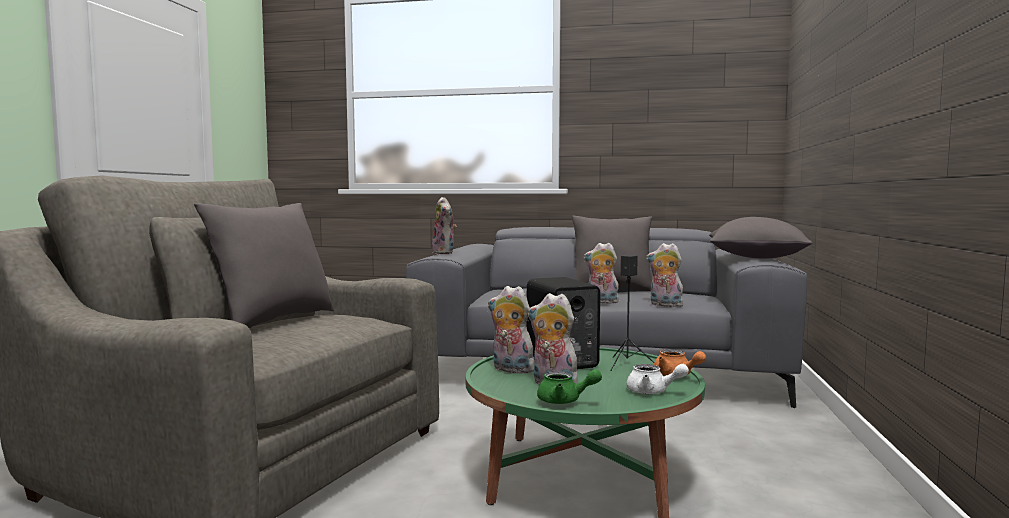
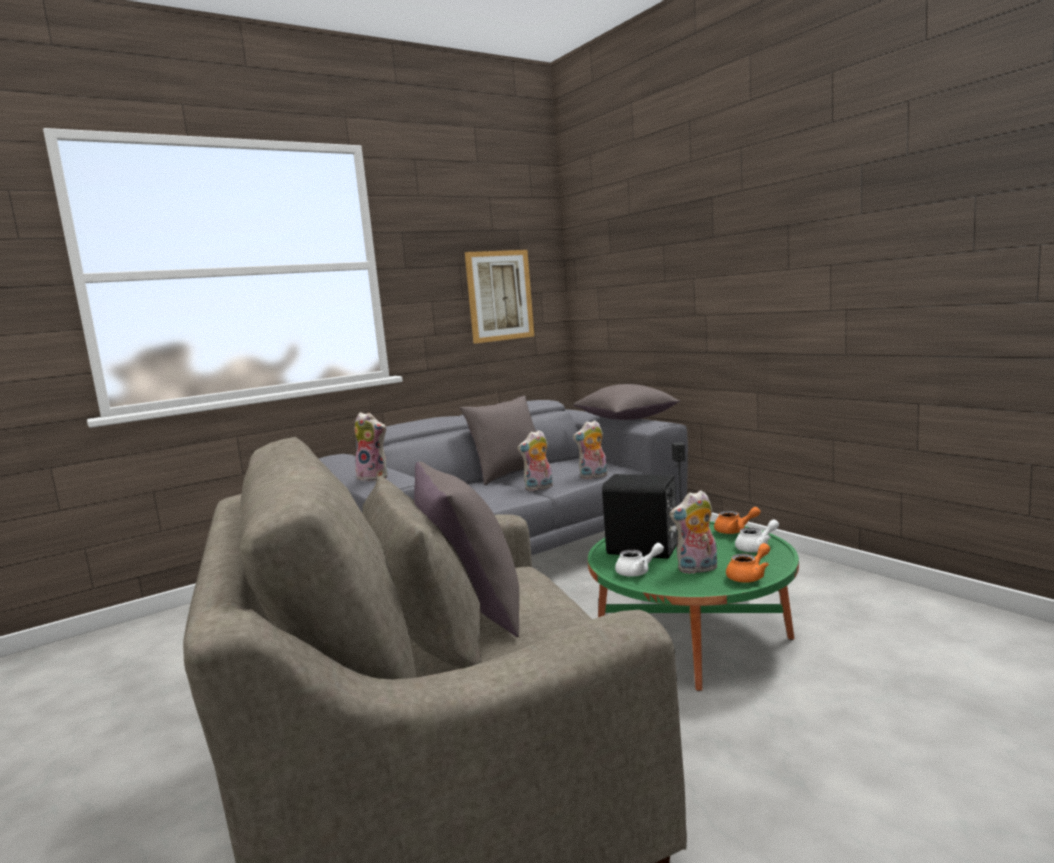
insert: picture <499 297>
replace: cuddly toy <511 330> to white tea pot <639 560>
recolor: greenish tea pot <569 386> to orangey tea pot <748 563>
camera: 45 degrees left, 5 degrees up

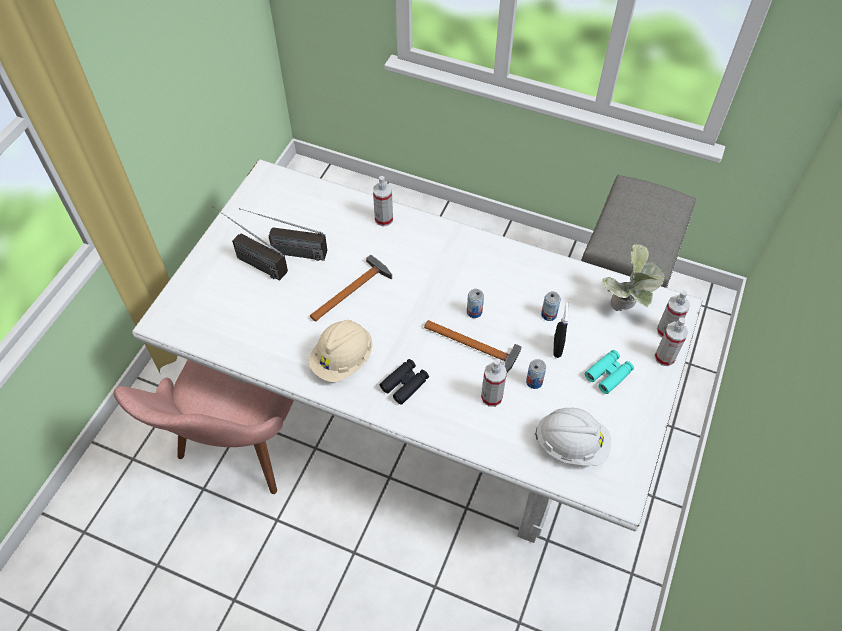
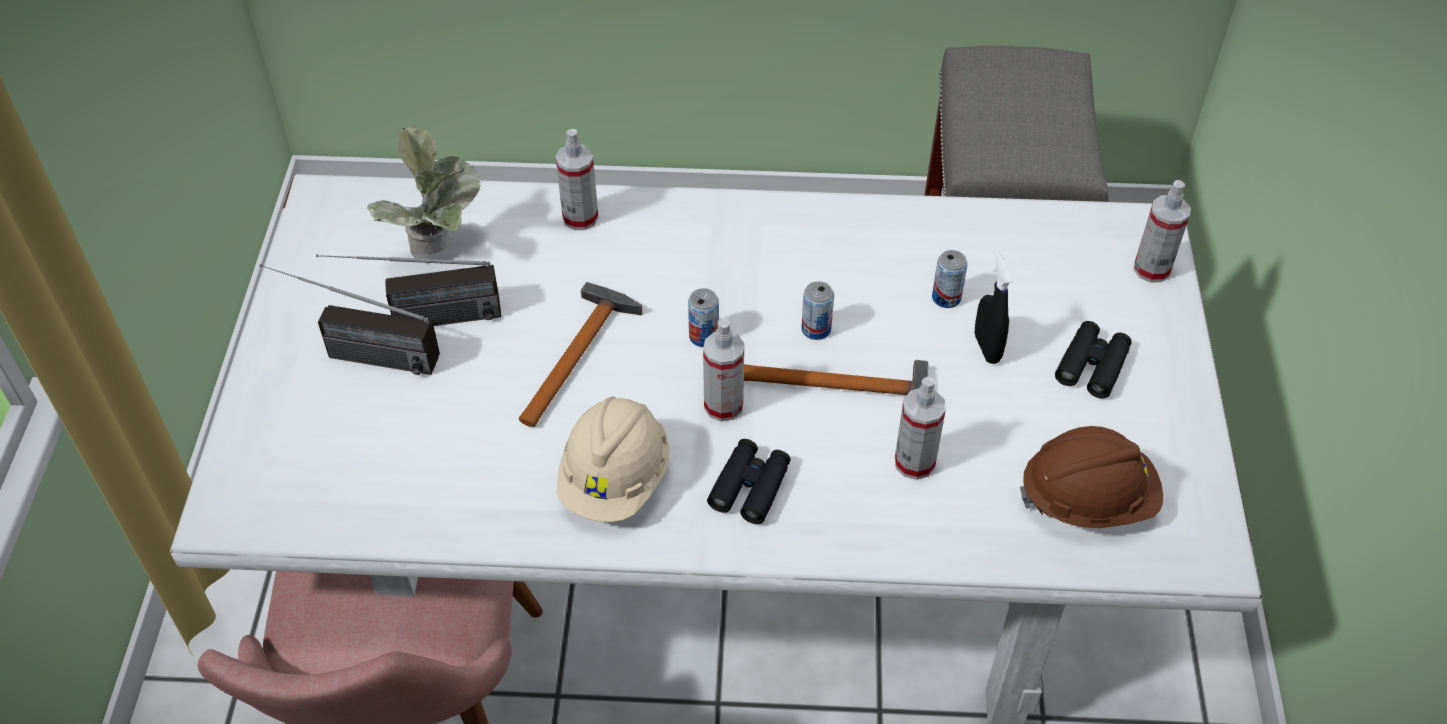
move: potted plant <633 277> to <424 192>; hand sprayer <671 342> to <723 369>; metal can <536 374> to <703 317>
recolor: turquoise field glasses <609 372> to blackish field glasses <1093 360>; white safety helmet <573 437> to brownish safety helmet <1091 477>
camera: 20 degrees left, 5 degrees down

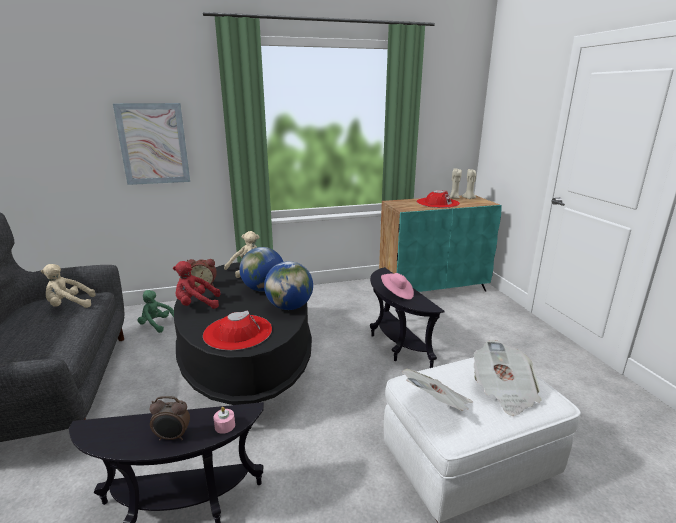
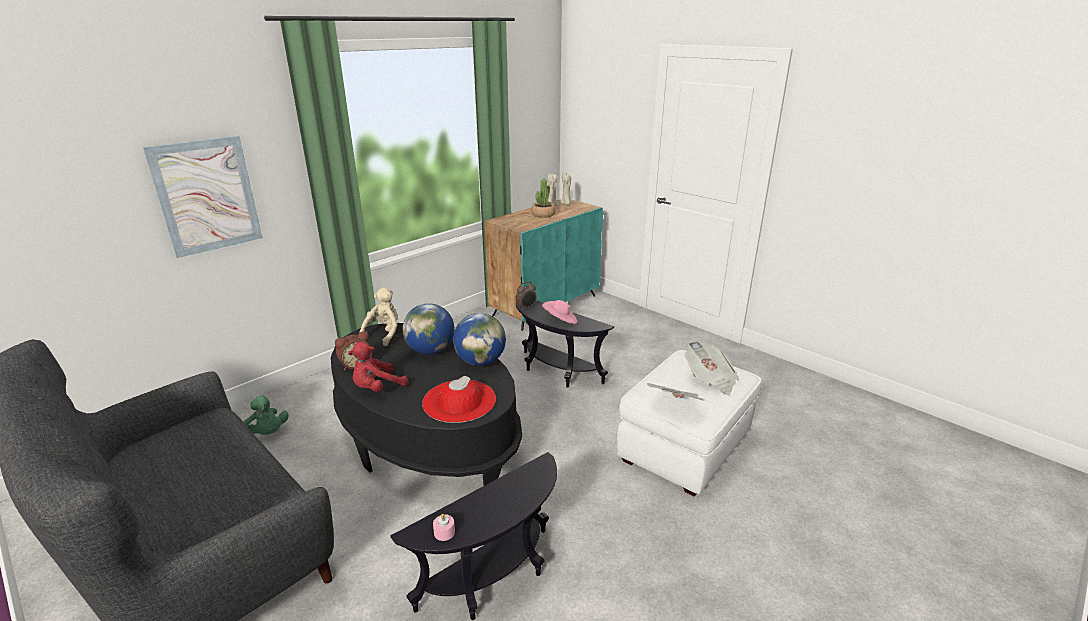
delete: sand-coloured cuddly toy <68 286>
move: bedside clock <170 418> to <526 295>; pink-coloured wax light <224 420> to <444 527>
replace: red hat <438 199> to potted plant <543 198>
rotate: greenish cuddly toy <156 311> = <266 415> 135 degrees counterclockwise
camera: 30 degrees left, 5 degrees up

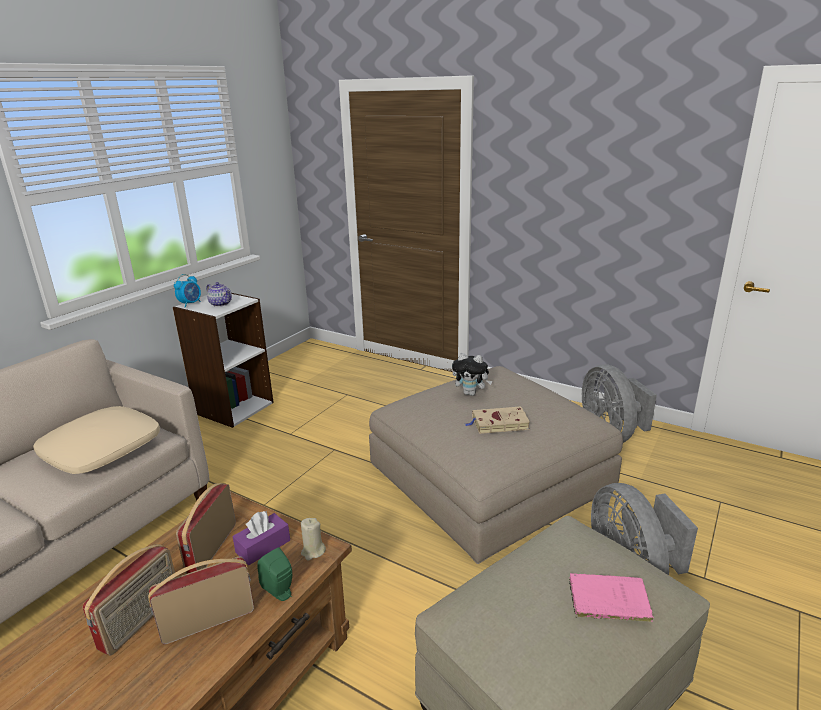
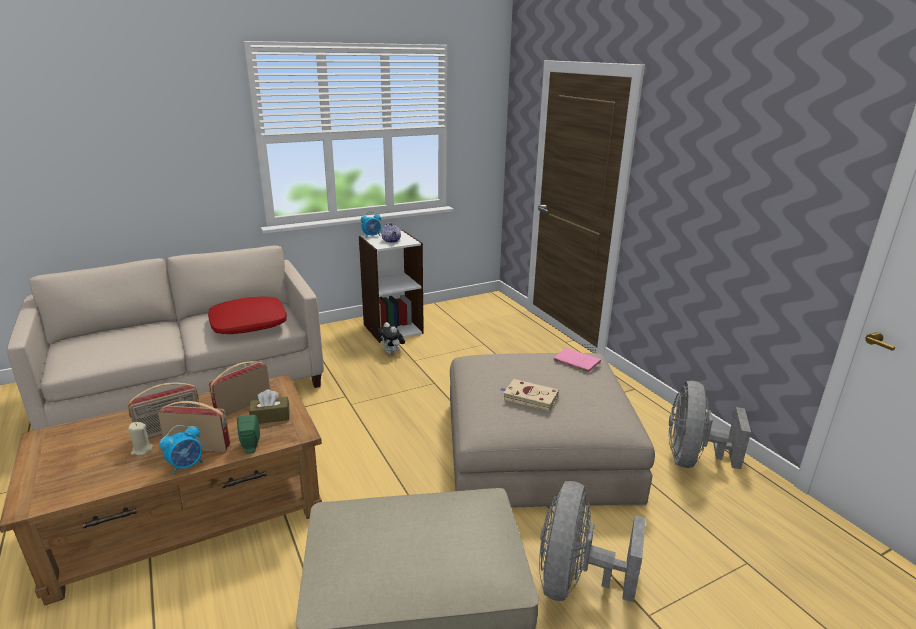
insert: bedside clock <181 450>
move: cuddly toy <472 374> to <391 338>; sand-coloured wax light <313 539> to <140 439>; pink-coloured book <611 597> to <577 360>
recolor: sand-coloured pillow <96 440> to red pillow <247 315>; purple tissue holder <261 538> to brownish tissue holder <269 406>
camera: 30 degrees right, 0 degrees up

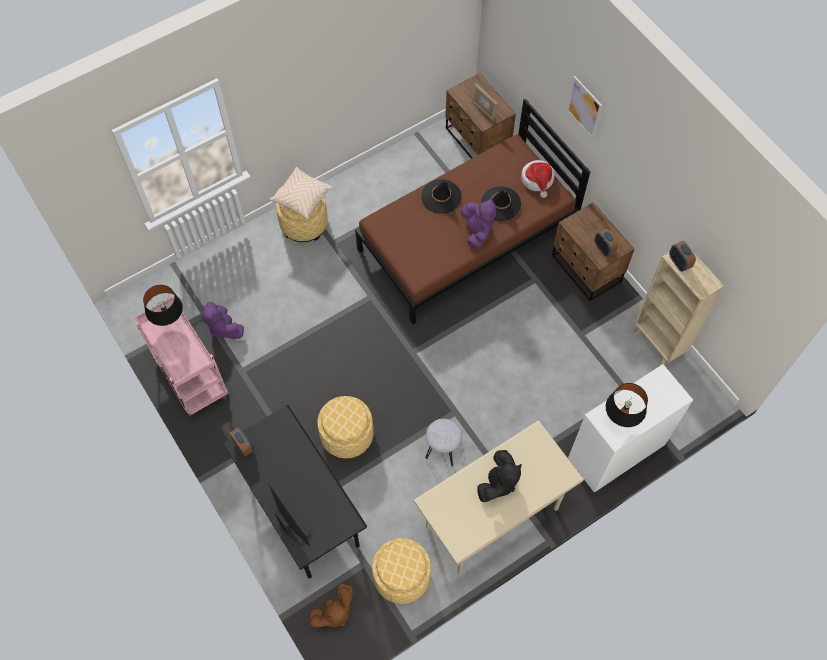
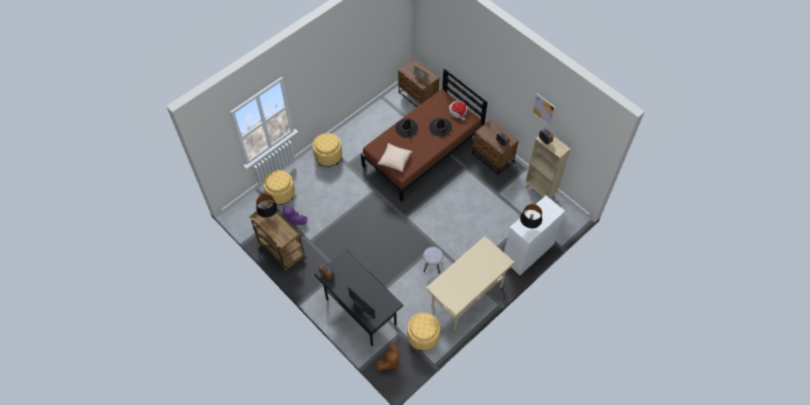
delete: purple cuddly toy <478 223>; blackish cuddly toy <499 476>
move: picture <584 107> to <544 110>; sand-coloured pillow <301 193> to <394 157>; ottoman <345 427> to <279 187>
recolor: pink-coloured trolley <181 356> to brownish trolley <277 236>
camera: 10 degrees left, 5 degrees down

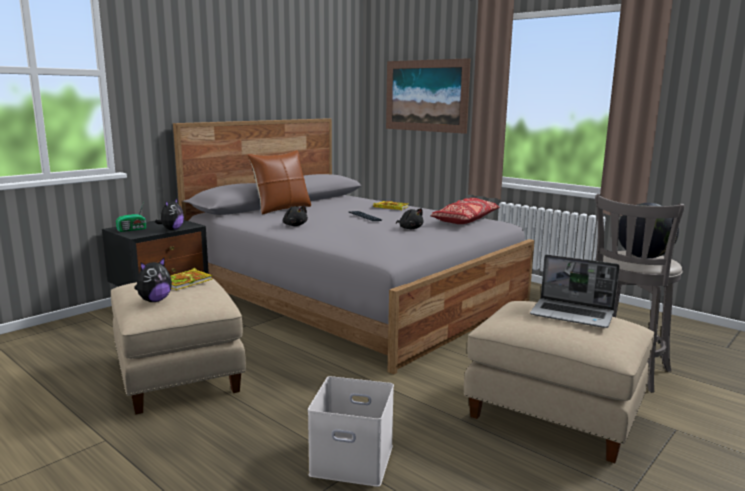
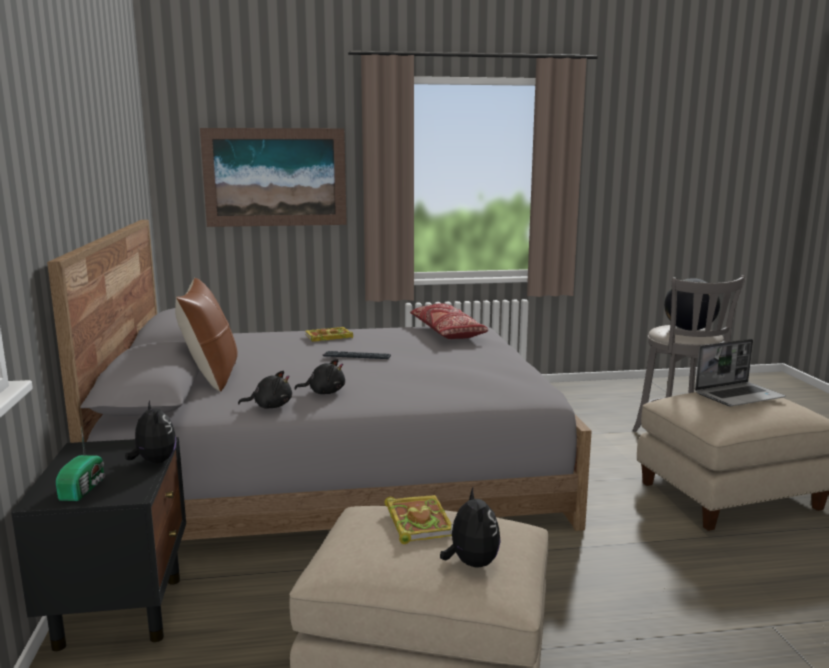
delete: white storage container <351 431>
move: blackish cuddly toy <410 218> to <265 390>
camera: 50 degrees left, 0 degrees up

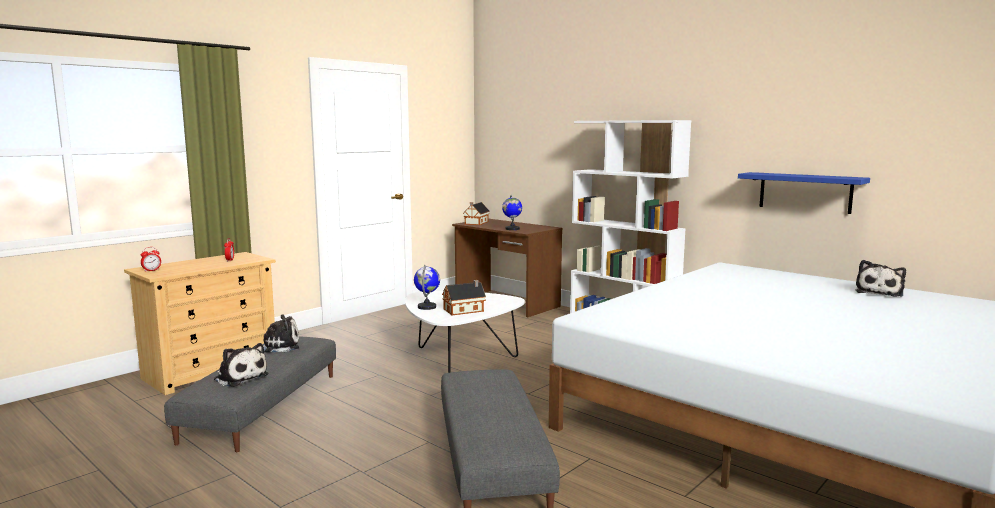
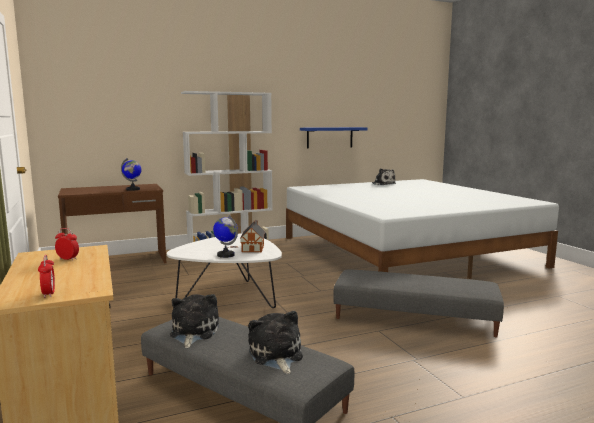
delete: miniature house <476 213>
rotate: cuddly toy <241 365> = <275 342> 75 degrees counterclockwise
camera: 65 degrees left, 0 degrees up

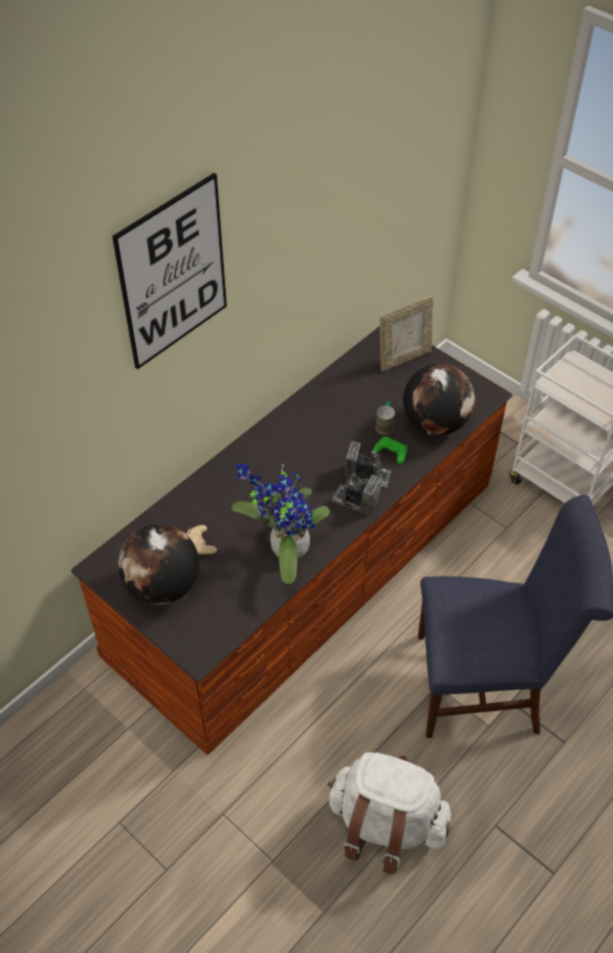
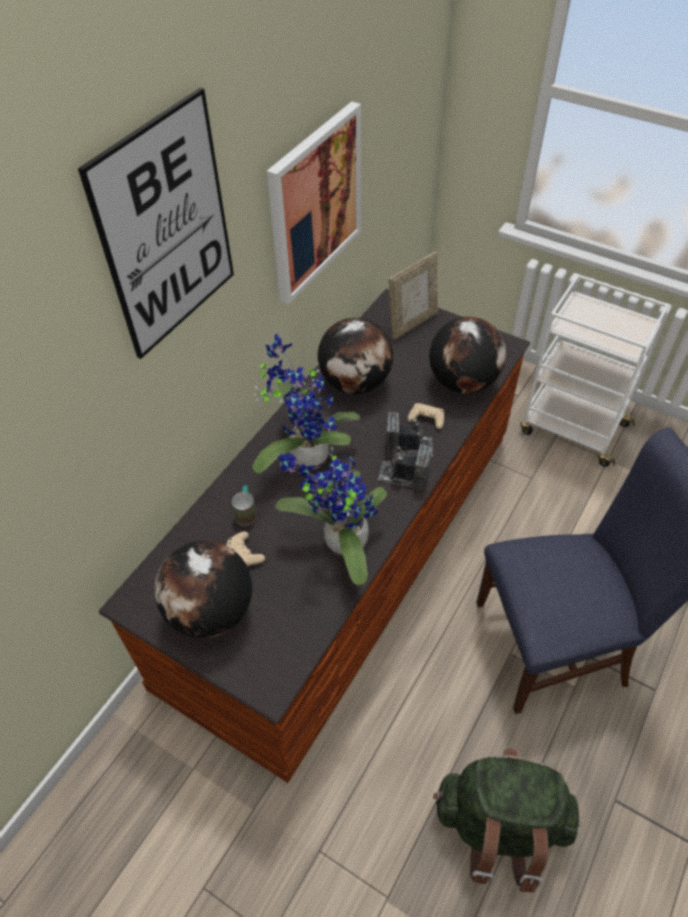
insert: picture <314 202>; world globe <356 356>; potted plant <306 403>
move: coffee mug <385 418> to <244 505>
recolor: greenish joypad <390 450> to sand-coloured joypad <426 416>; white rucksack <389 813> to greenish rucksack <506 820>
camera: 10 degrees left, 0 degrees up

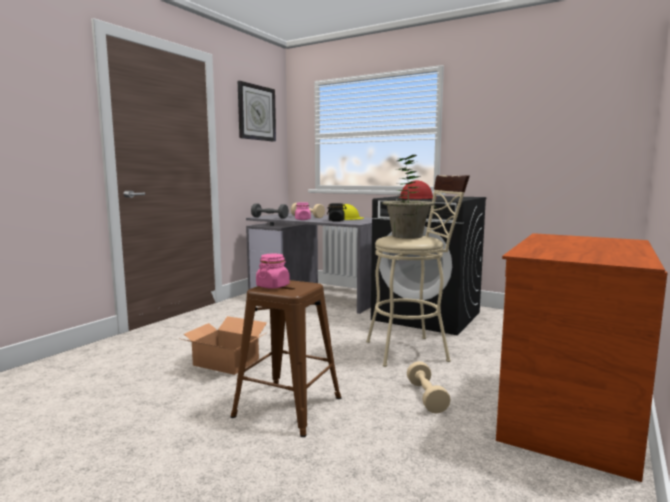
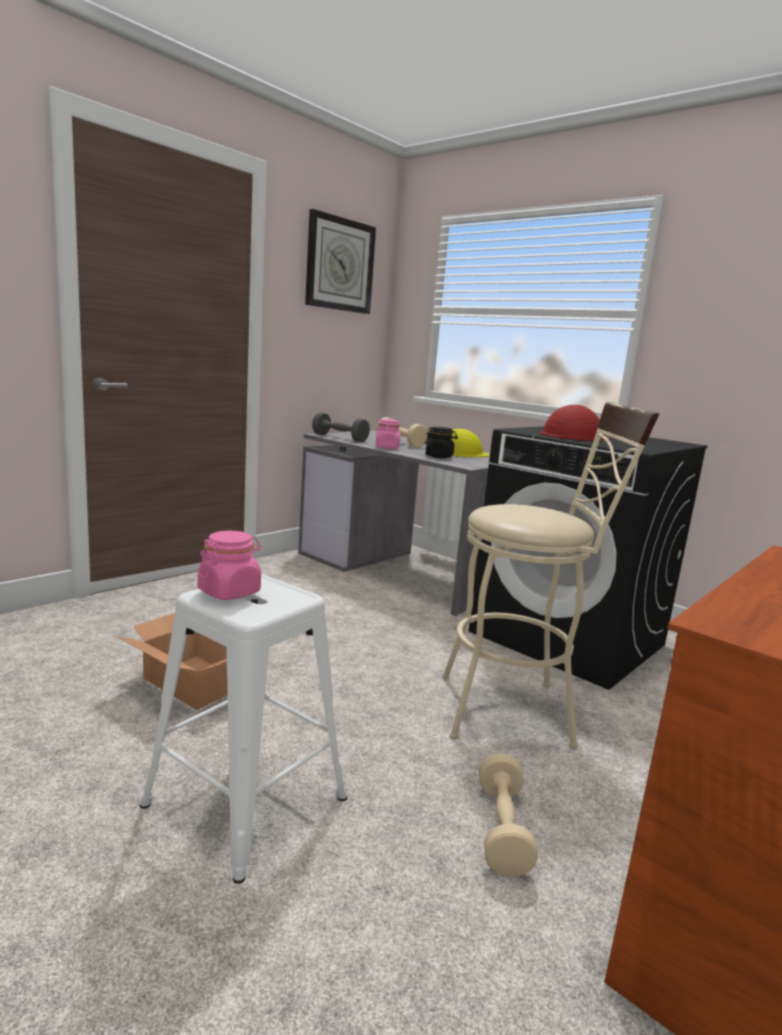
delete: potted plant <408 197>
recolor: brownish stool seat <285 358> to white stool seat <243 729>
camera: 10 degrees right, 5 degrees up

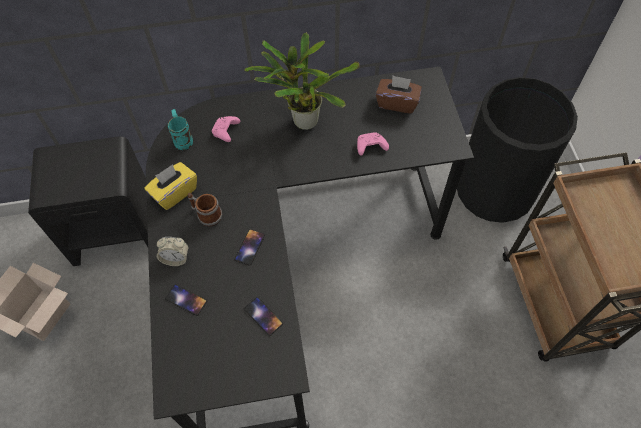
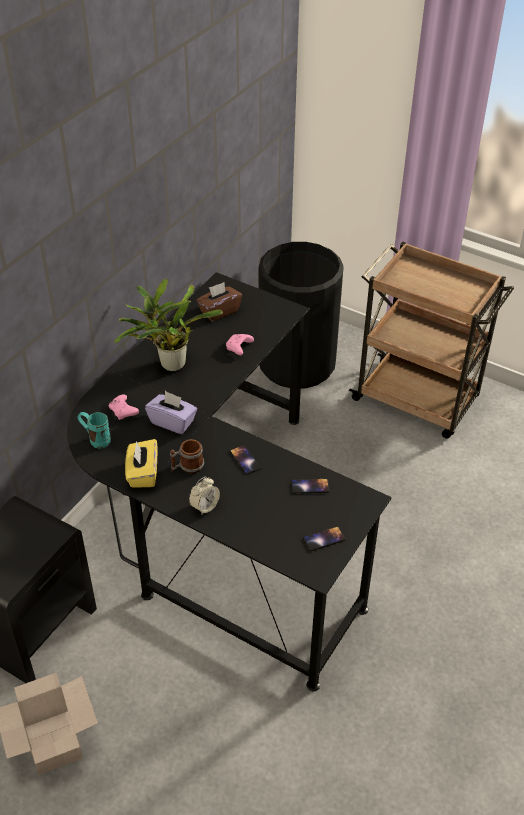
insert: purple tissue holder <171 412>
move: handset <186 300> to <324 538>
camera: 50 degrees left, 15 degrees down

